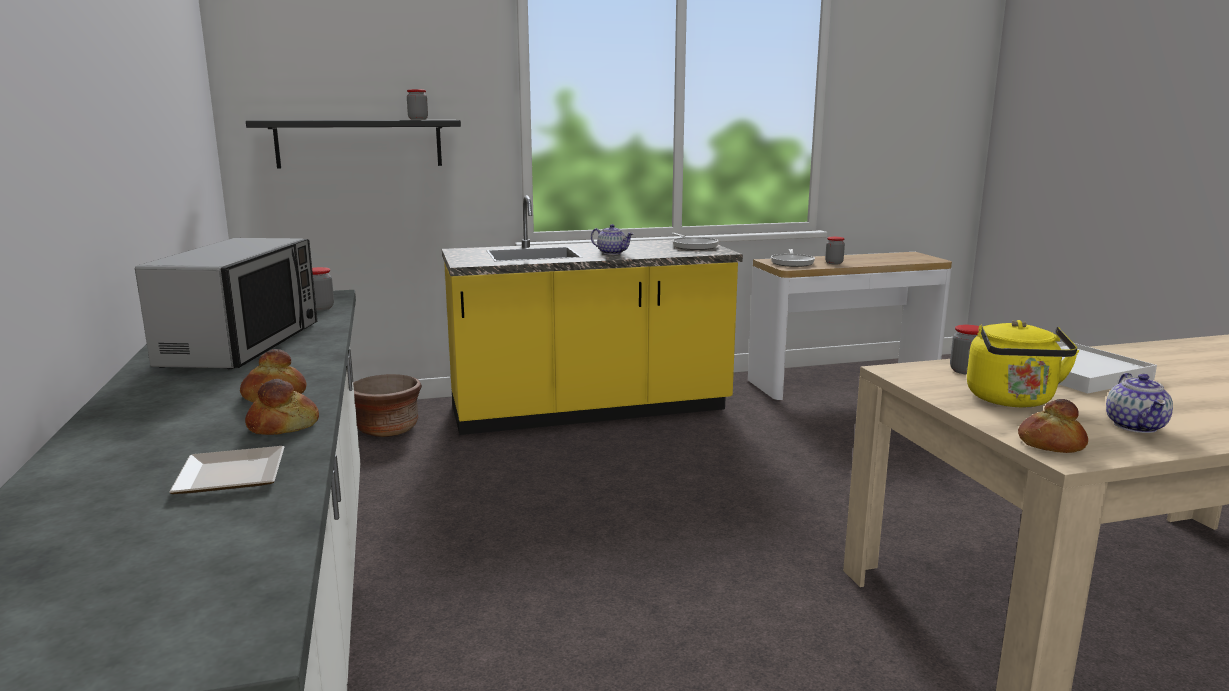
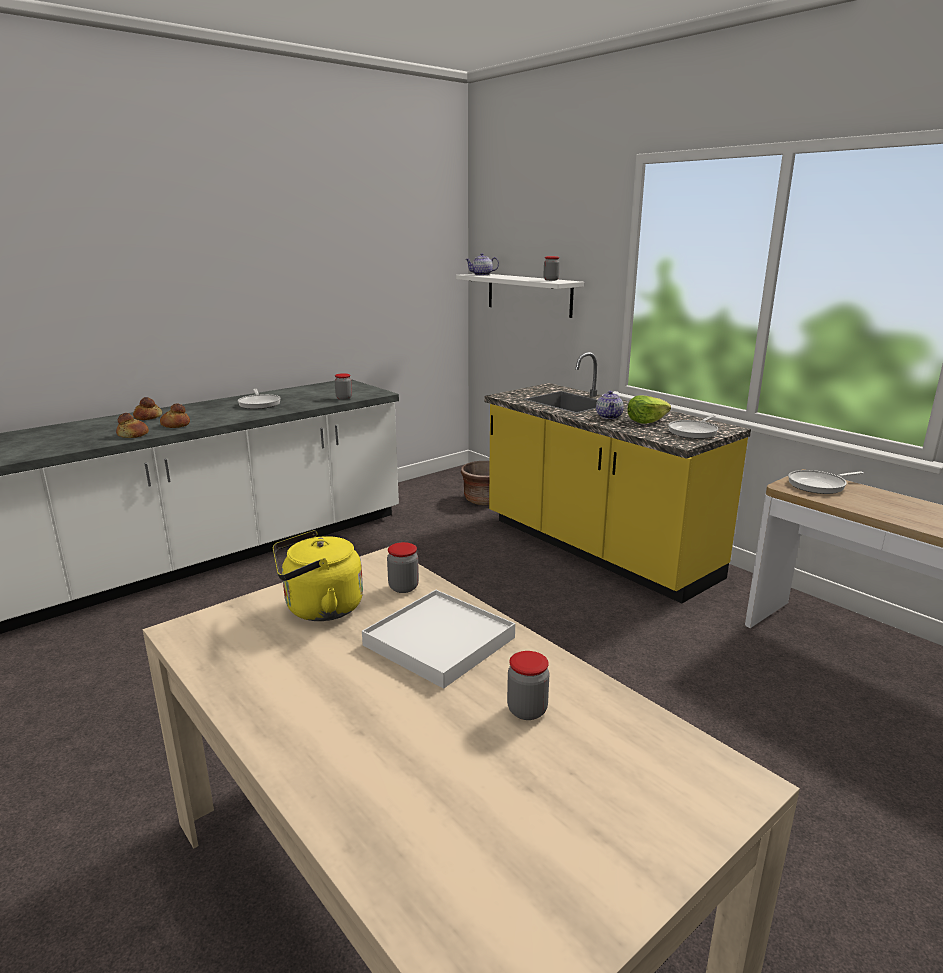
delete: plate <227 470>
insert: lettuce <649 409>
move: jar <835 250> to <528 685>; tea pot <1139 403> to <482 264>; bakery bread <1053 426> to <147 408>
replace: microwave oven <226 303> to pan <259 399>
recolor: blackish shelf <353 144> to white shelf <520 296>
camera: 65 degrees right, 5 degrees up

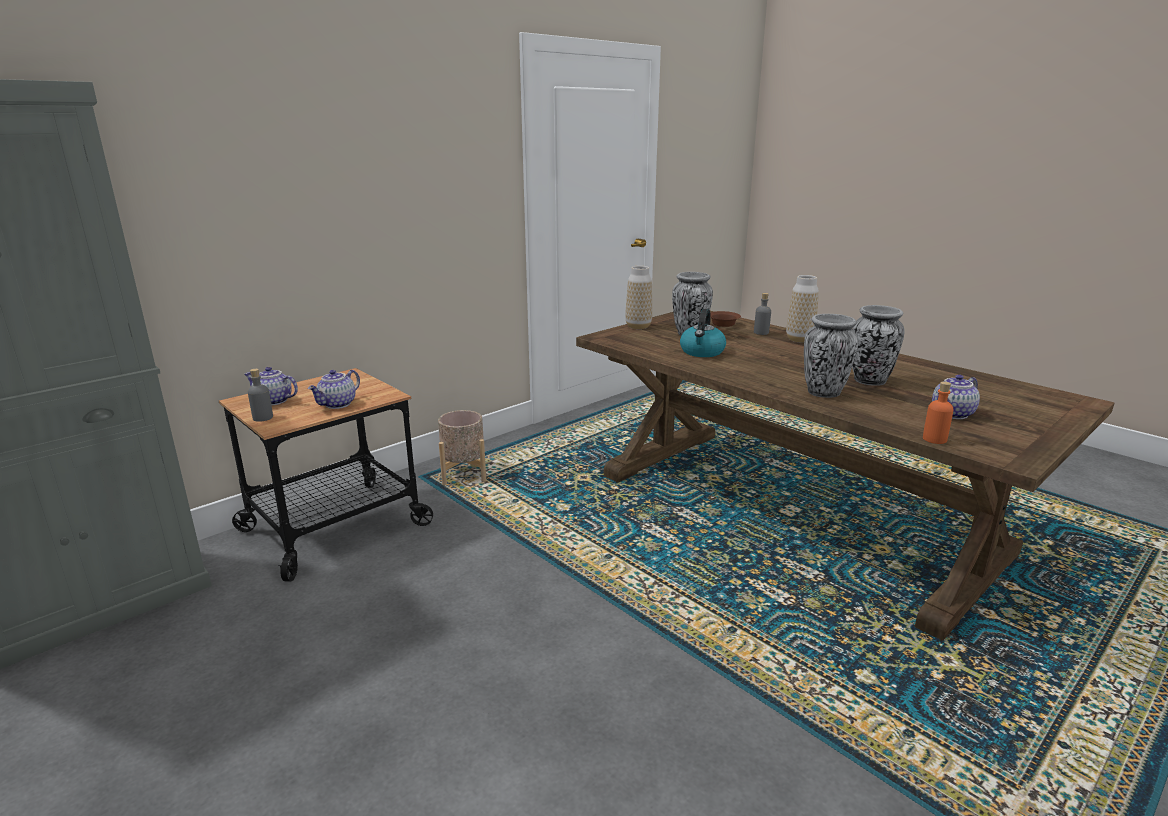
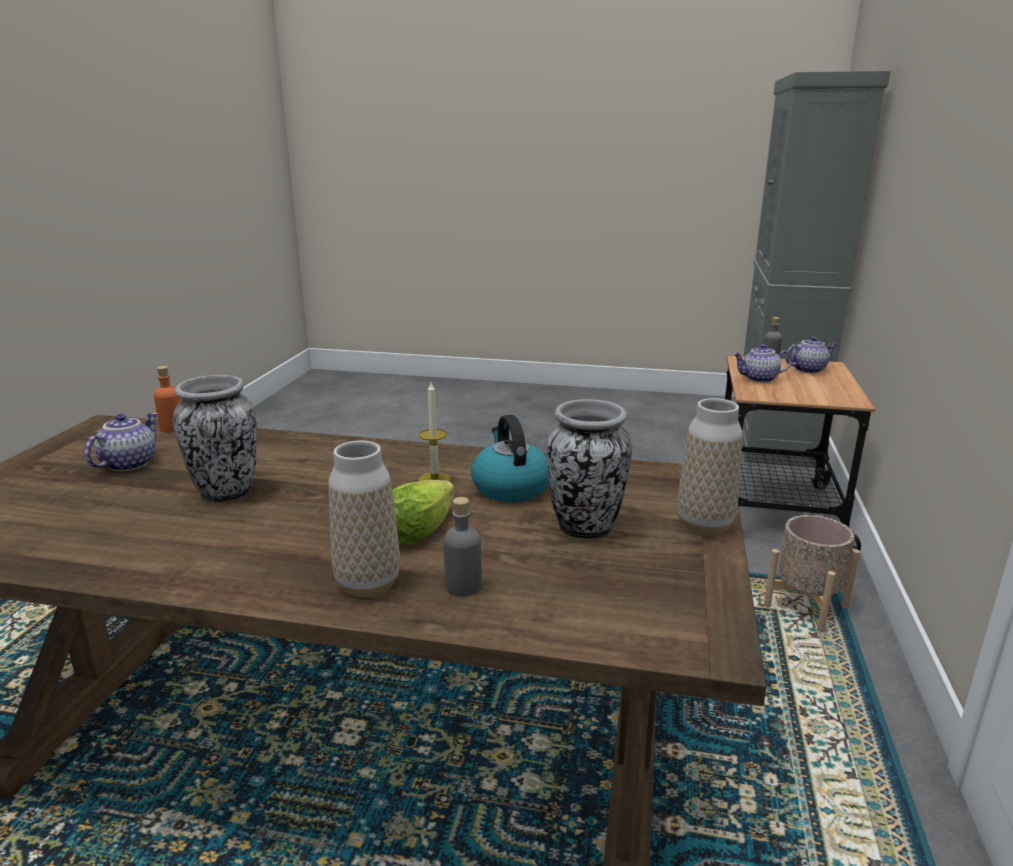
delete: brownish serving bowl <725 319>; flower vase <831 356>
insert: wax light <435 432>; lettuce <423 512>
rotate: tea pot <334 389> = <762 363> 90 degrees counterclockwise
camera: 145 degrees right, 0 degrees up

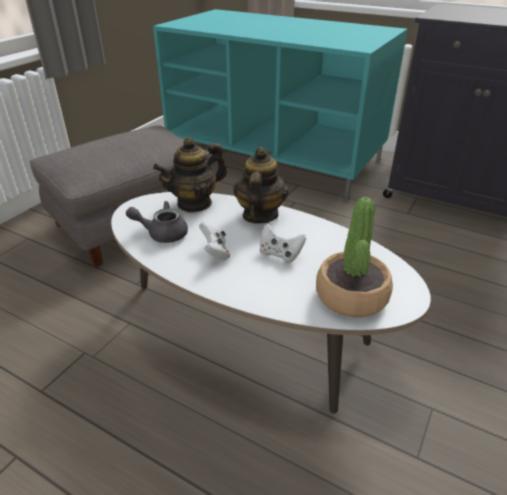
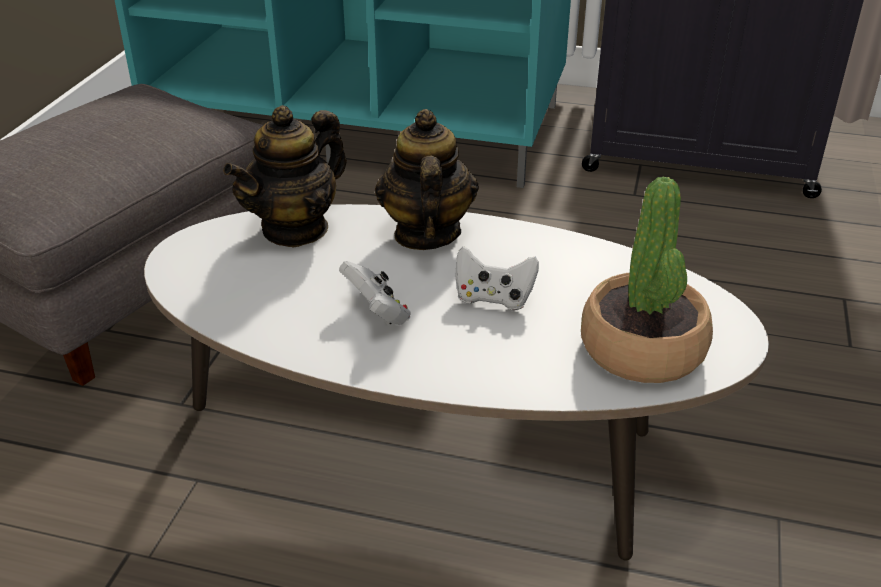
delete: grey tea pot <157 222>
camera: 15 degrees left, 0 degrees up

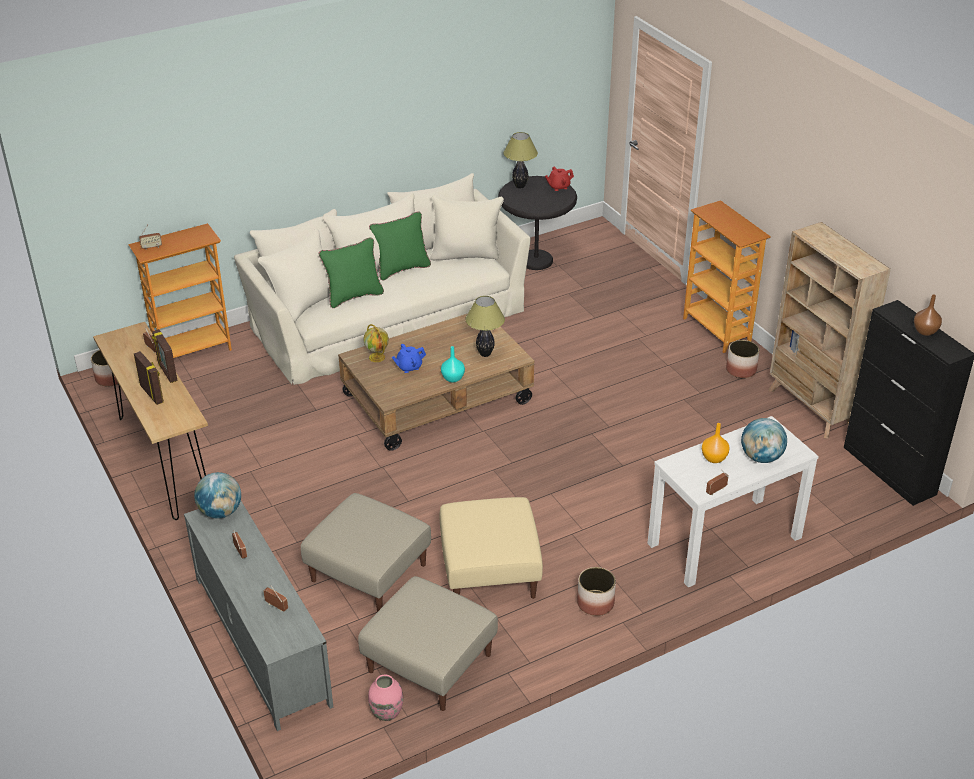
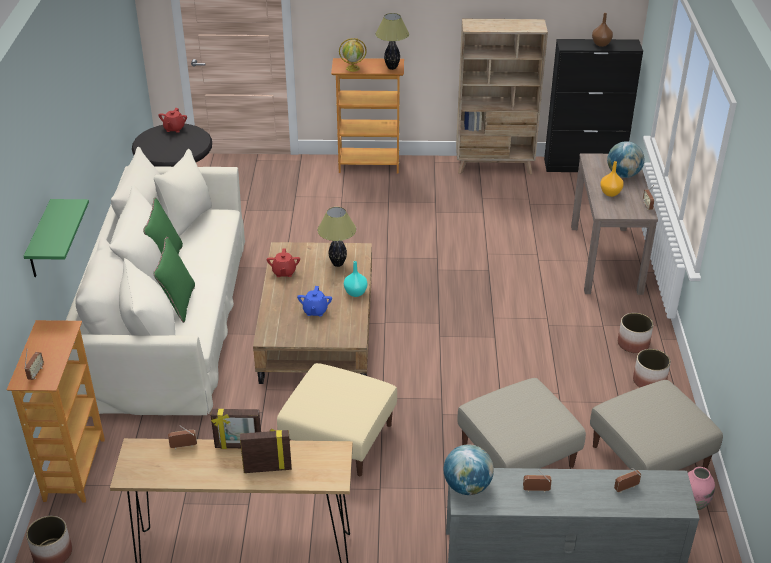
insert: greenish shelf <56 238>; red tea pot <283 262>
move: lamp for a table <520 160> to <392 41>; world globe <376 343> to <353 55>; flower pot <743 359> to <652 368>; sand-coloured ottoman <491 548> to <337 419>
recolor: white hall table <733 501> to brownish hall table <614 224>
camera: 60 degrees left, 0 degrees up

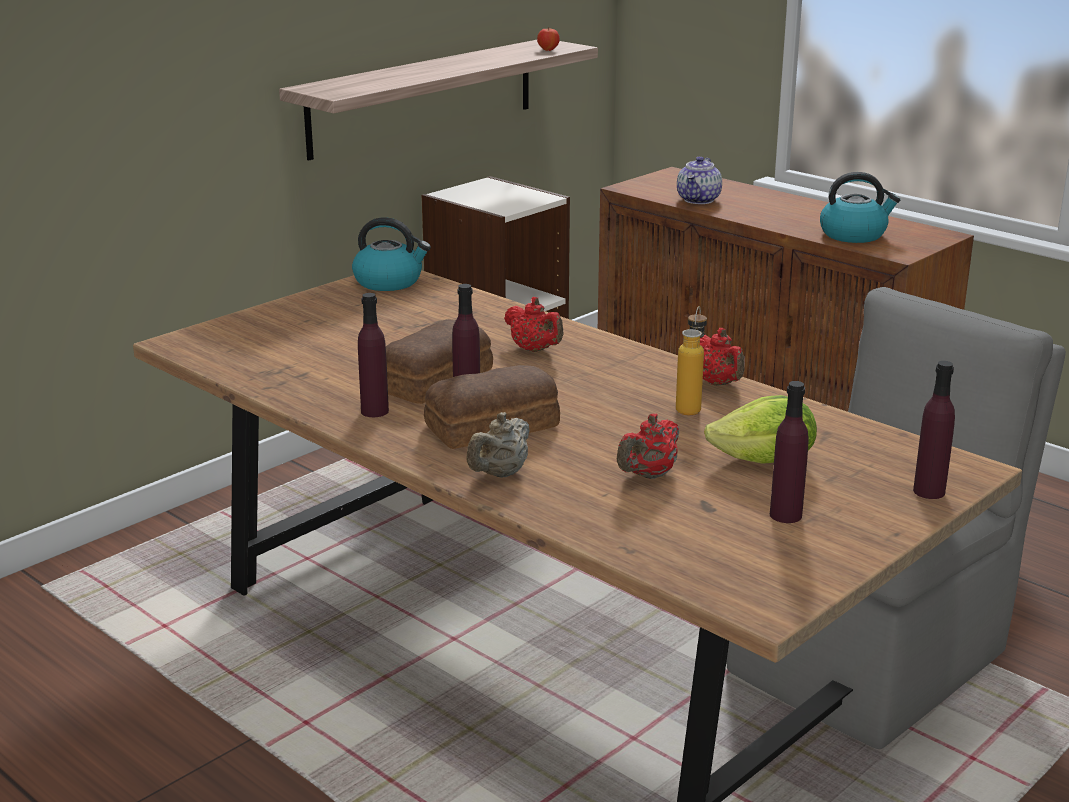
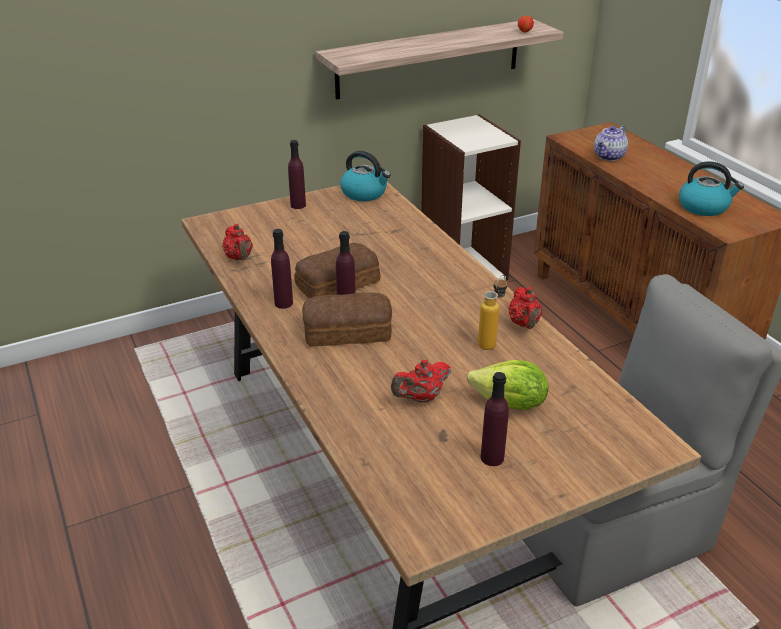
delete: sand-coloured tea pot <498 445>
move: red tea pot <533 324> to <237 242>; purple beverage bottle <934 430> to <297 174>
camera: 20 degrees right, 10 degrees up

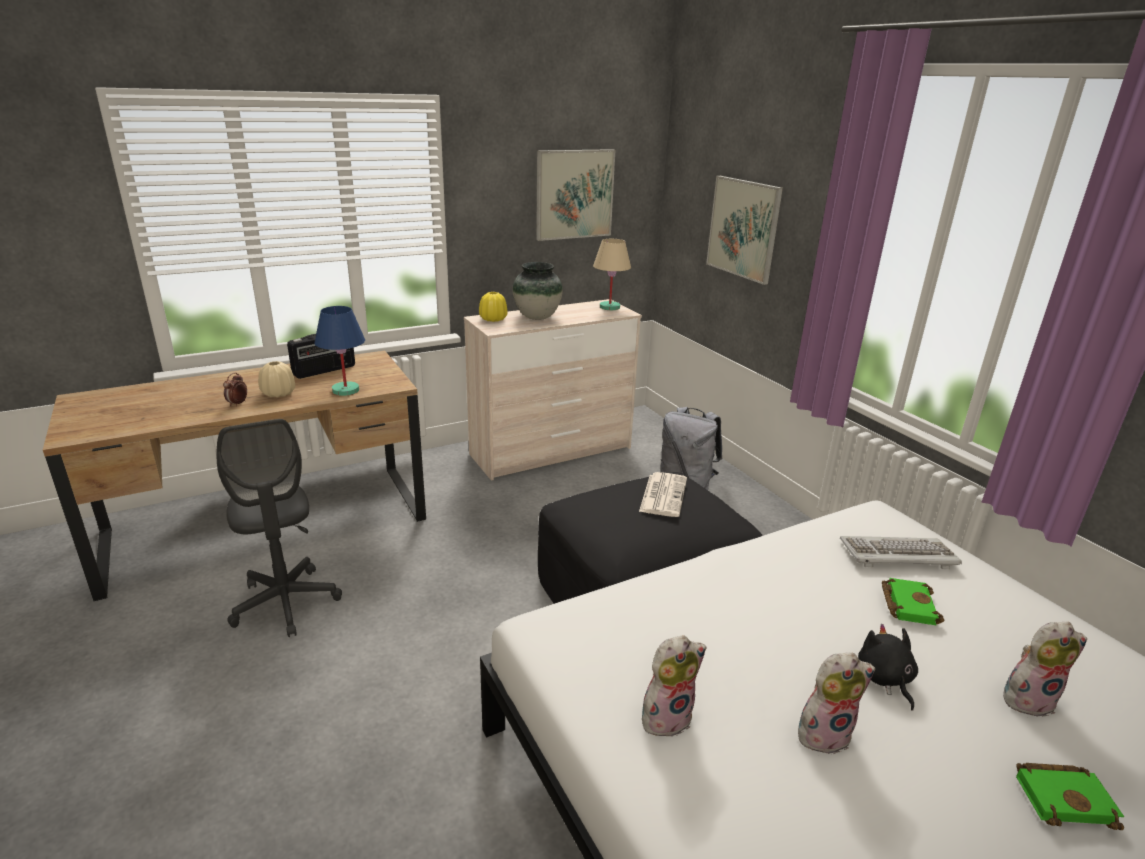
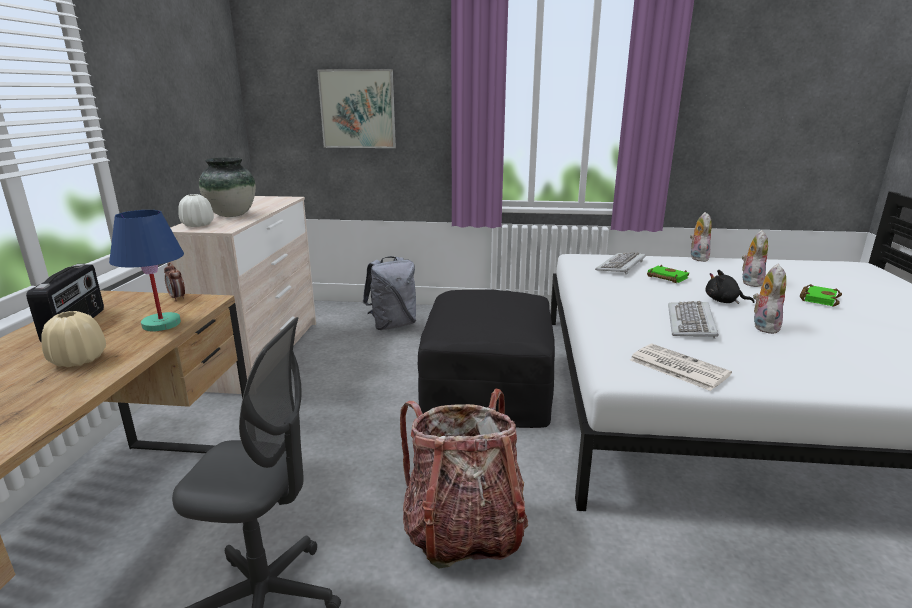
delete: picture <575 195>; sand-coloured lamp for a table <612 274>
insert: keyboard <693 320>; rucksack <464 478>
move: bedside clock <235 389> to <174 281>; daily paper <663 494> to <681 367>; cuddly toy <674 686> to <701 237>
recolor: yellow flower vase <493 307> to white flower vase <196 210>
camera: 55 degrees left, 5 degrees down

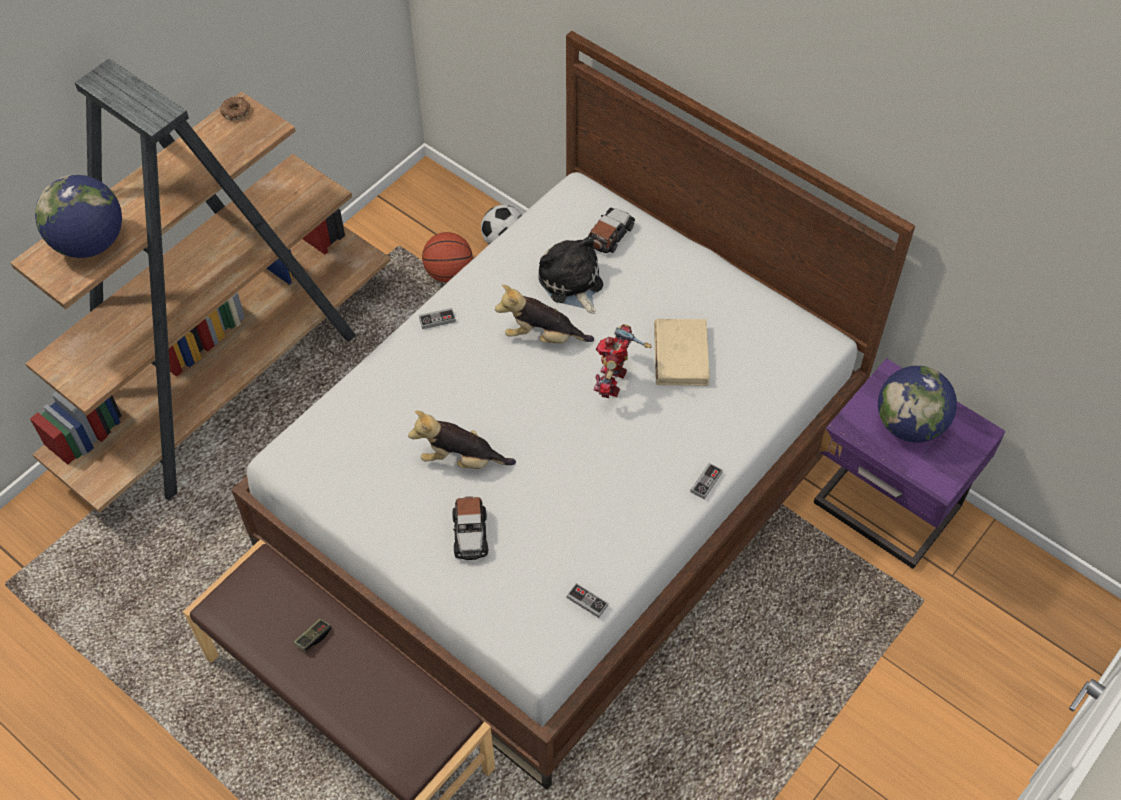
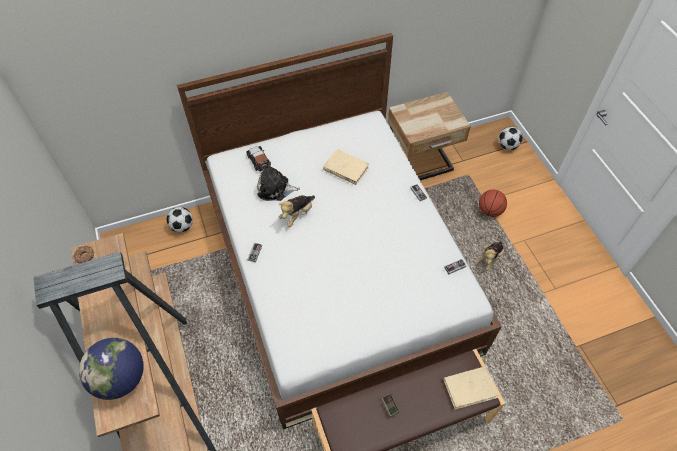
delete: robot figure <622 361>; world globe <917 404>; model car <470 528>
insert: football ball <511 138>; sand-coloured book <471 388>
move: basketball <447 257> to <493 203>; cuddly toy <462 439> to <490 256>
recolor: purple nightstand <910 463> to sand-coloured nightstand <429 136>
camera: 60 degrees left, 0 degrees up

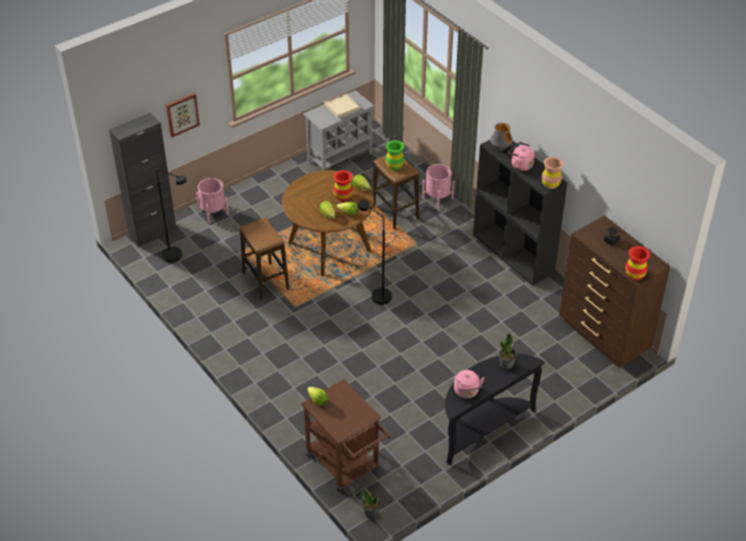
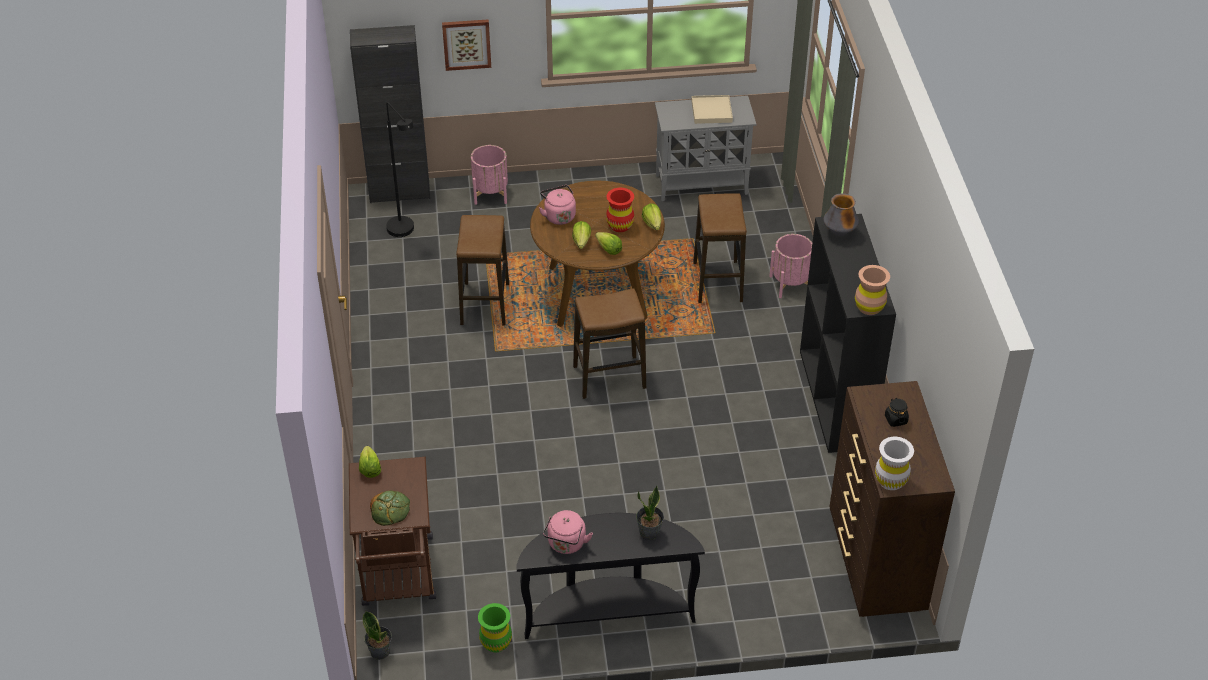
insert: bakery bread <390 508>
move: greenish flower vase <395 155> to <495 627>; pink-coloured kettle <521 156> to <557 205>
replace: blackish floor lamp <375 252> to stool seat <609 344>
recolor: red flower vase <637 263> to white flower vase <894 463>
camera: 30 degrees right, 0 degrees up

